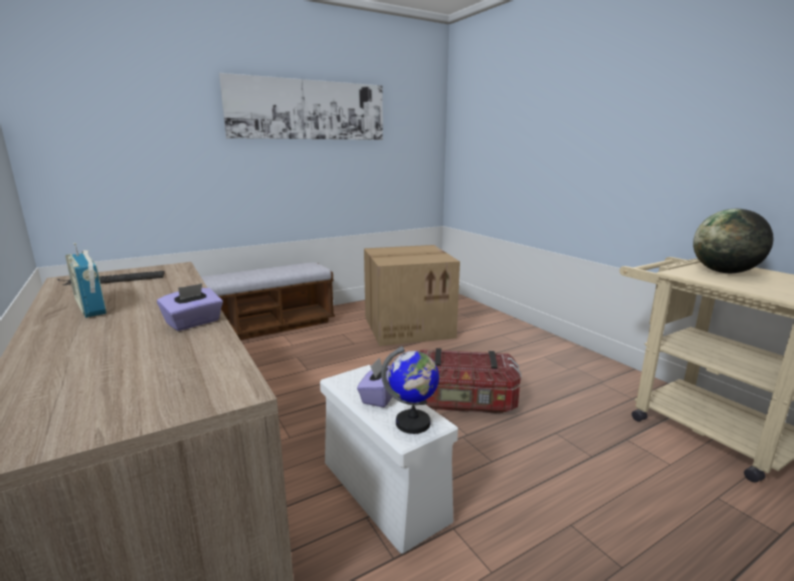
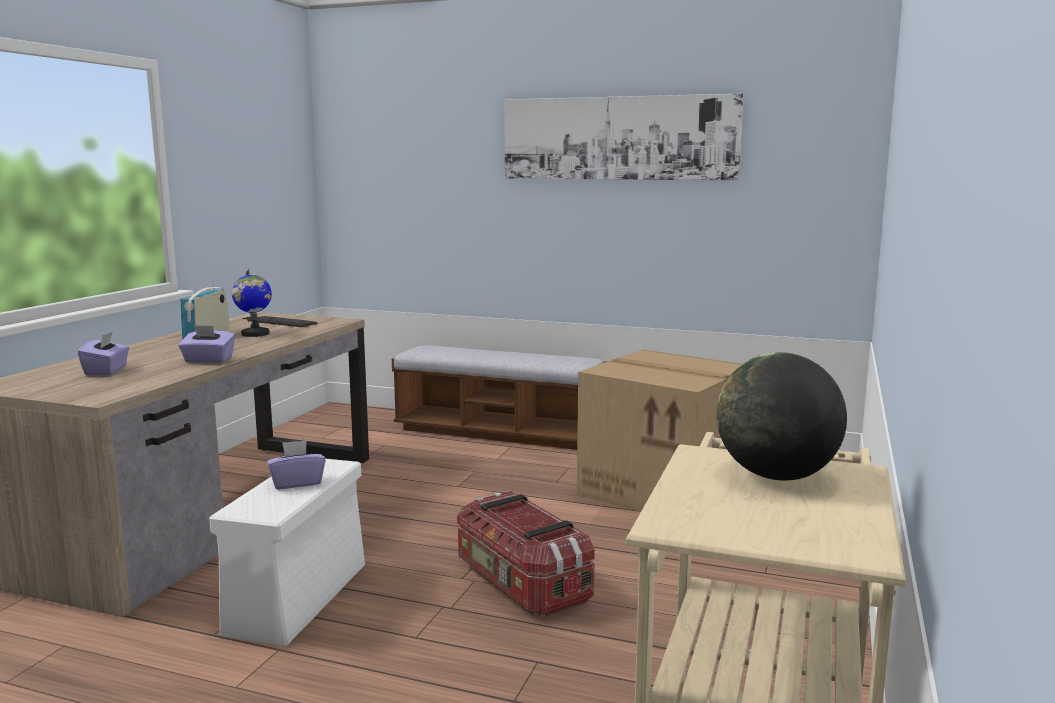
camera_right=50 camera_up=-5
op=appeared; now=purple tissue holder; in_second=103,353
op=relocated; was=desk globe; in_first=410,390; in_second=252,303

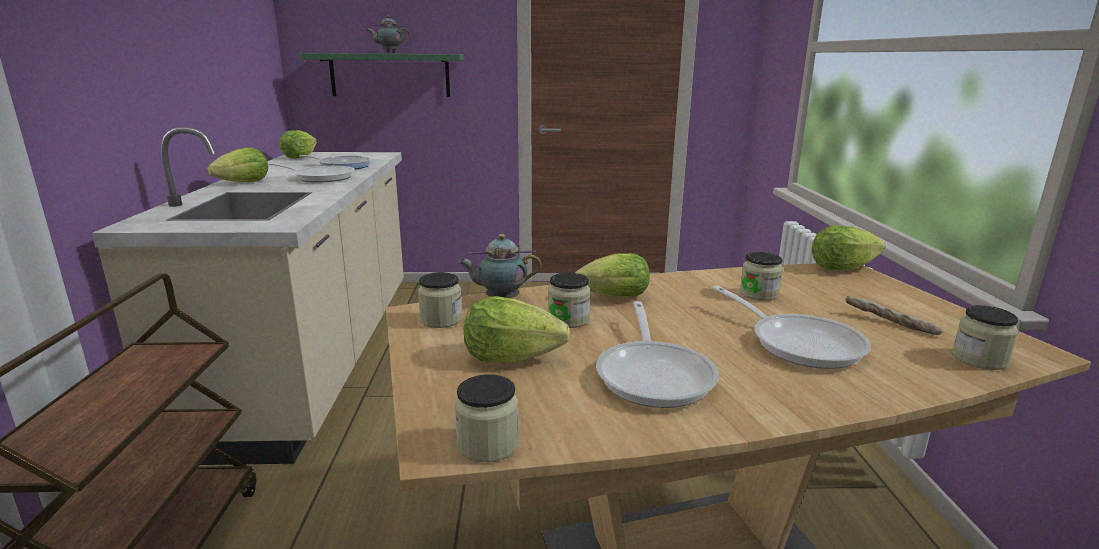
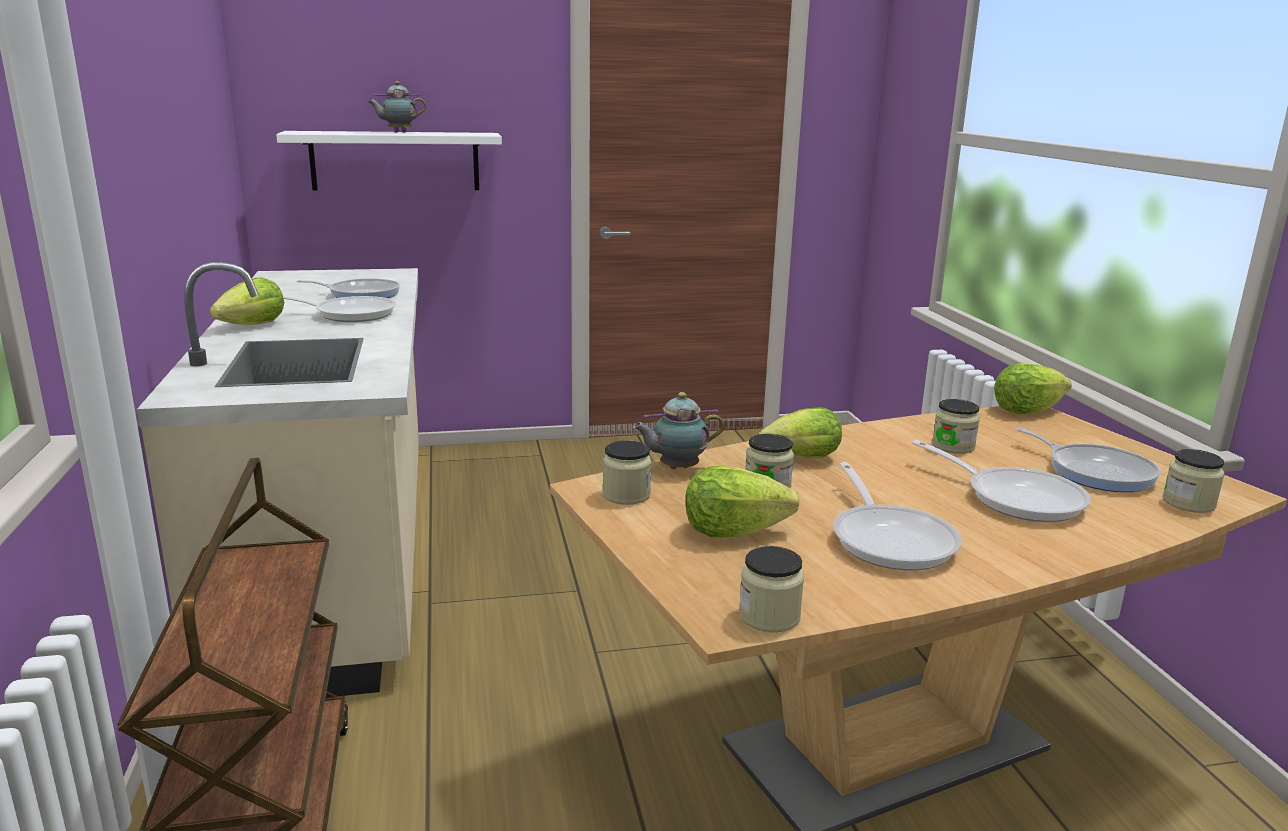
camera_right=-10 camera_up=0
op=missing; was=lettuce head; in_first=298,144
op=exchanged; was=baked bread; now=pan; in_first=893,315; in_second=1088,460
op=colour; was=green-coloured bracket shelf; now=white bracket shelf; in_first=382,75; in_second=389,161

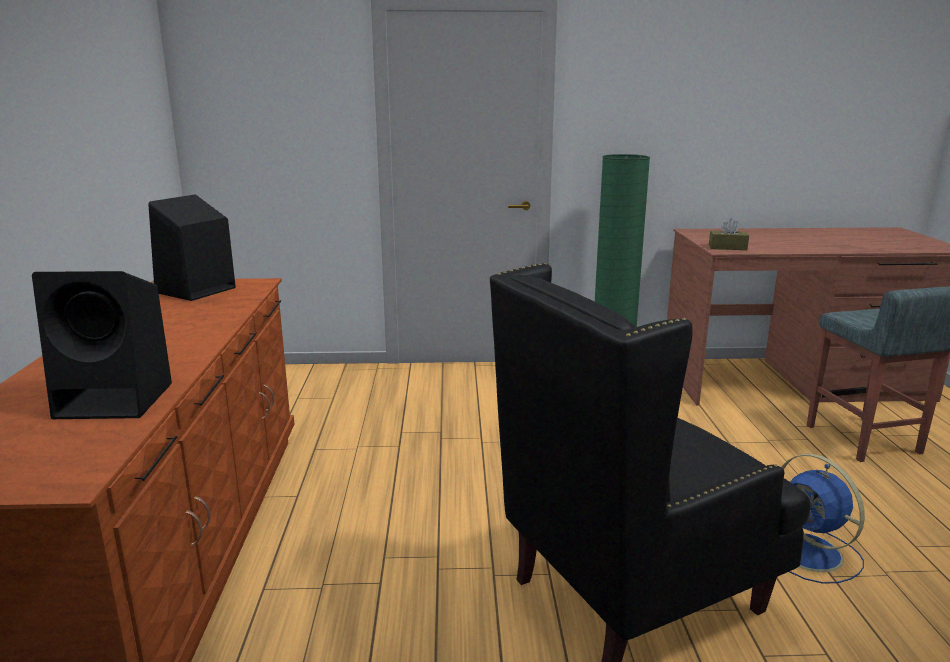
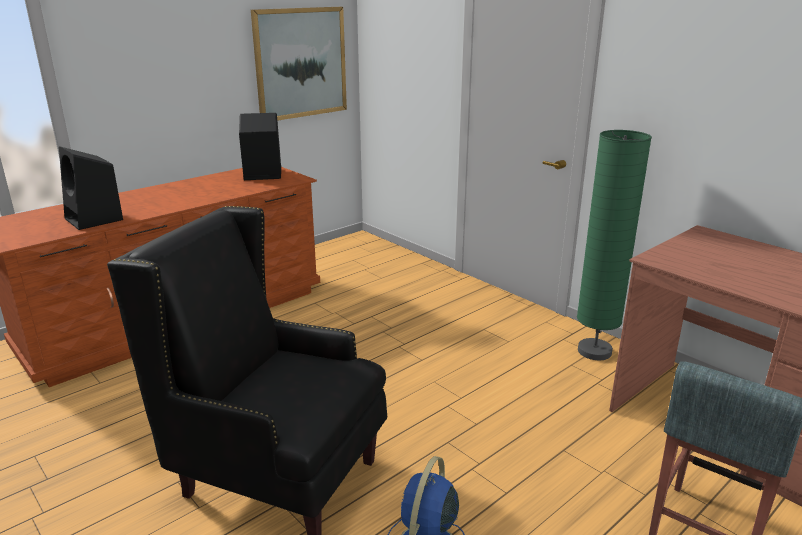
camera_right=50 camera_up=5
op=missing; was=brown-coloured tissue holder; in_first=729,234
op=appeared; now=wall art; in_second=299,64

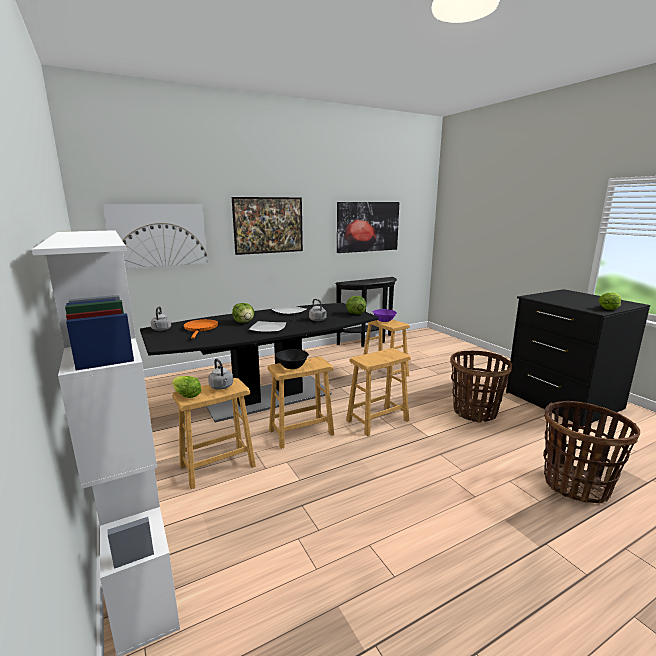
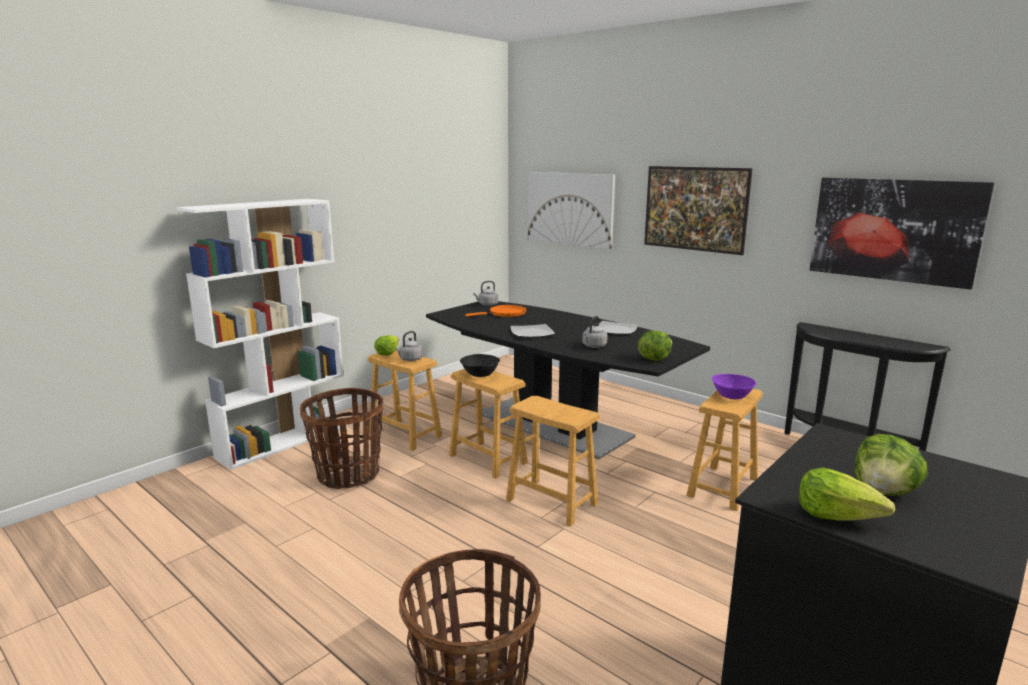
camera_right=70 camera_up=0
op=relocated; was=lettuce head; in_first=243,313; in_second=891,465
op=relocated; was=basket; in_first=481,387; in_second=342,438

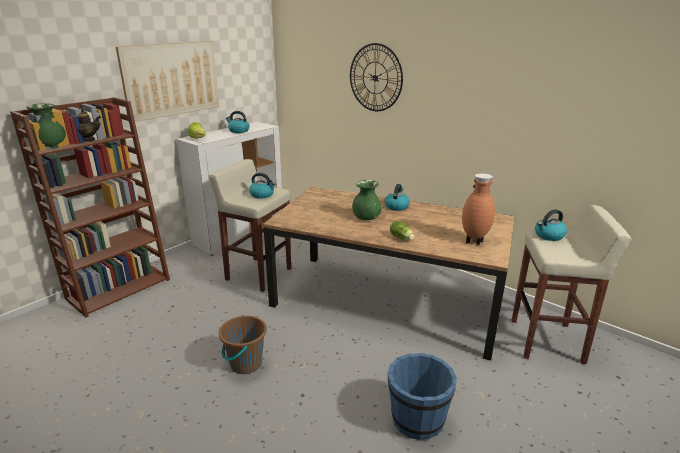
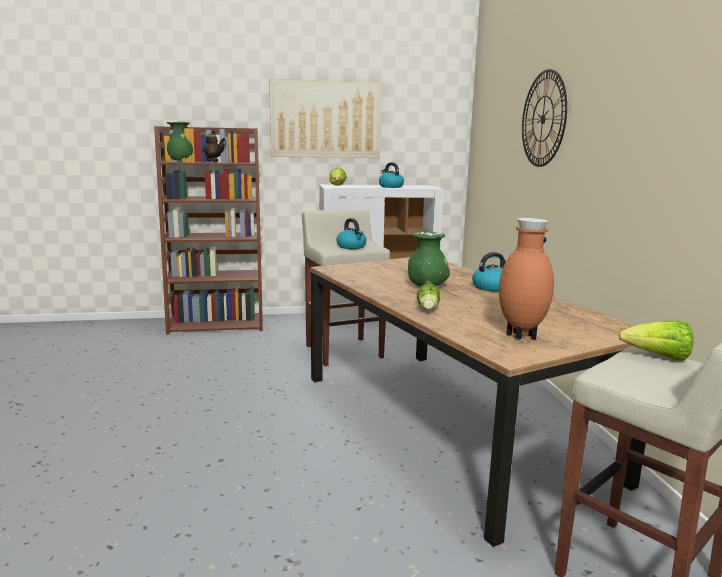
camera_right=40 camera_up=-10
op=missing; was=brown-coloured pail; in_first=243,344
op=missing; was=bluish pail; in_first=422,396
op=exchanged; was=water kettle; now=lettuce head; in_first=551,225; in_second=656,340

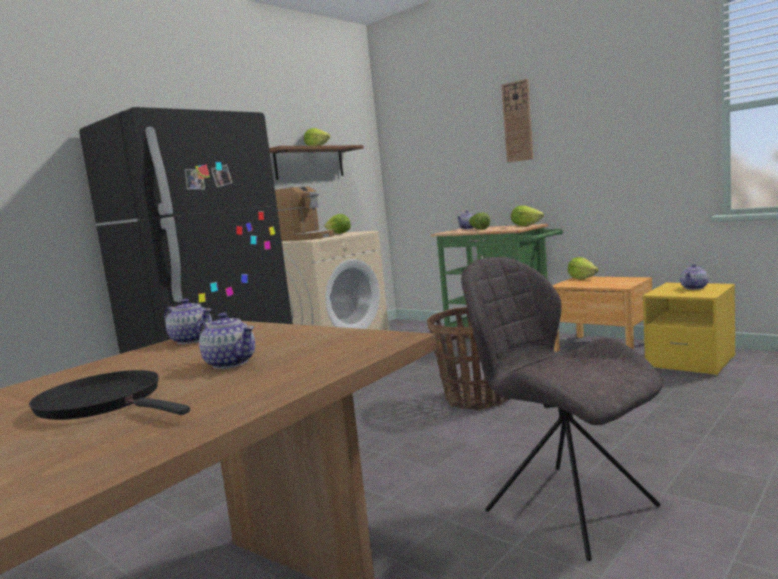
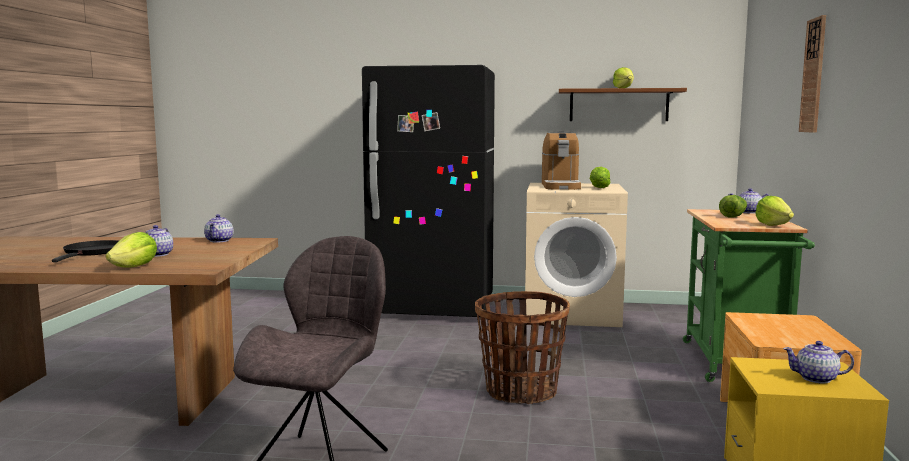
camera_right=55 camera_up=0
op=relocated; was=lettuce head; in_first=583,268; in_second=131,250

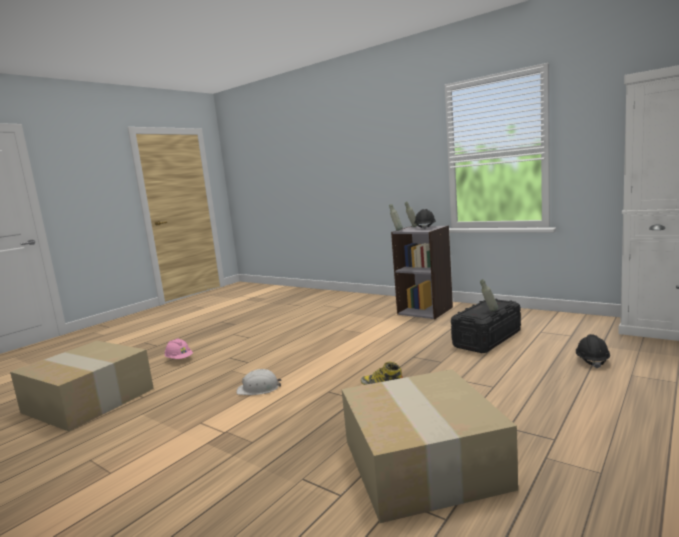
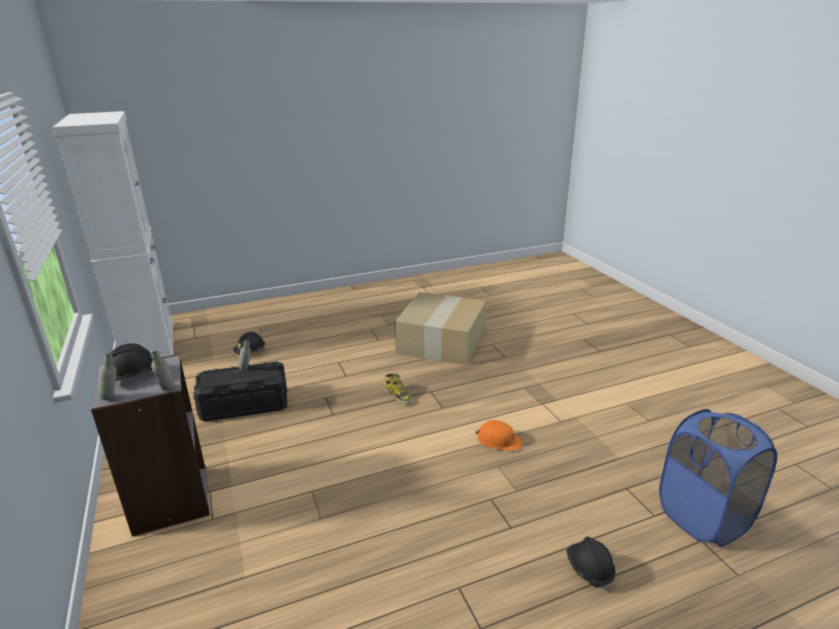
camera_right=-150 camera_up=15
op=exchanged; was=carton; now=bluish laundry basket; in_first=82,386; in_second=718,478
op=colour; was=pink hard hat; now=black-coloured hard hat; in_first=179,348; in_second=590,564
op=colour; was=white hard hat; now=orange-coloured hard hat; in_first=259,382; in_second=498,435

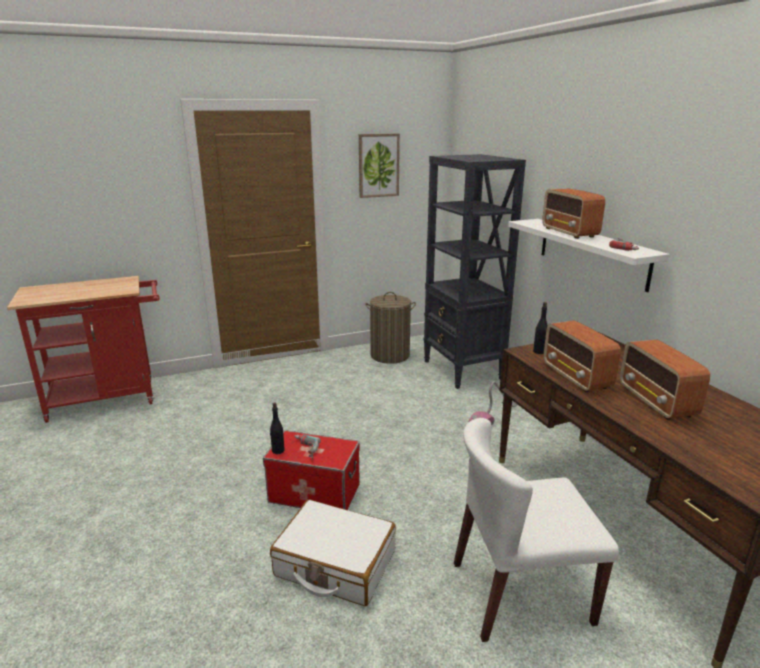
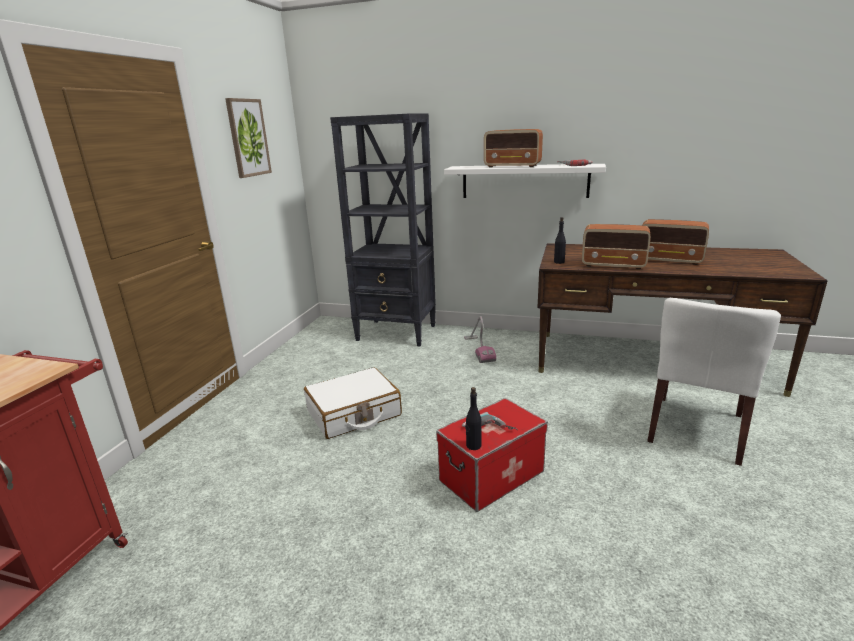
camera_right=-50 camera_up=0
op=missing; was=laundry basket; in_first=390,328
op=relocated; was=white suitcase; in_first=333,553; in_second=353,403

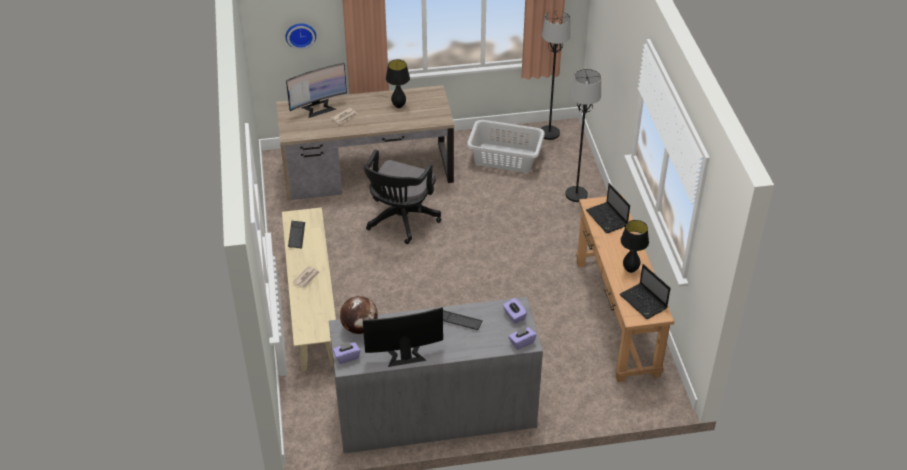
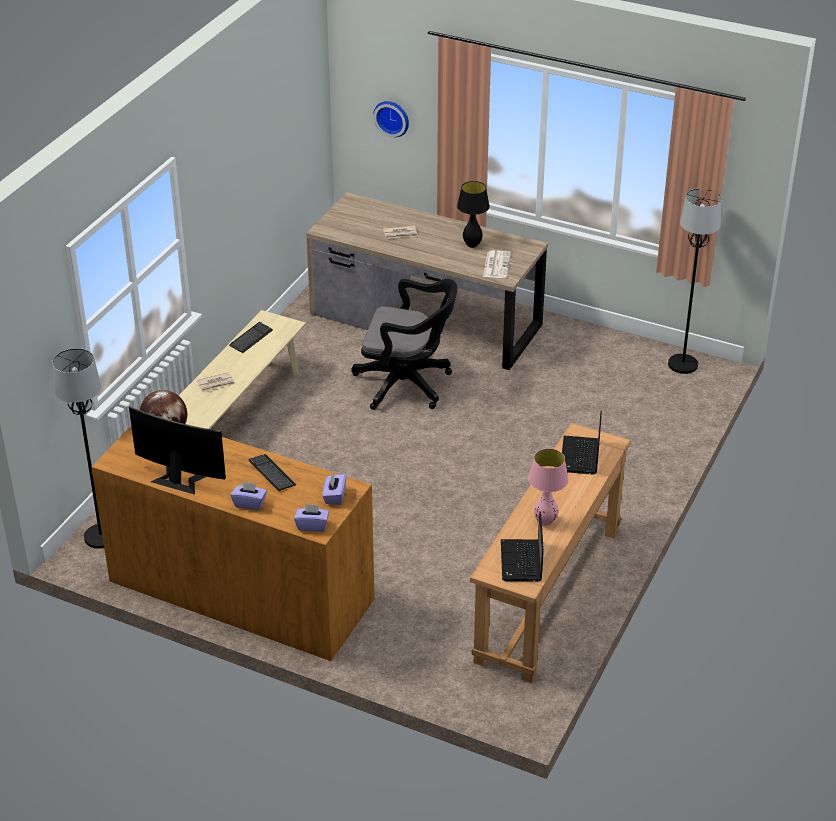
camera_right=35 camera_up=-5
op=missing; was=monitor; in_first=316,90
op=missing; was=grey laundry basket; in_first=506,146
op=appeared; now=printed paper; in_second=497,264
op=relocated; was=purple tissue holder; in_first=346,353; in_second=249,495
op=relocated; was=black-coloured standing lamp; in_first=583,135; in_second=78,448
op=colour; was=grey dresser; now=brown-coloured dresser; in_first=436,375; in_second=233,544
op=colour; was=black-coloured lamp for a table; now=pink lamp for a table; in_first=634,246; in_second=548,486
op=spun; was=black-coloured office chair; in_first=402,197; in_second=404,344; clockwise=-135

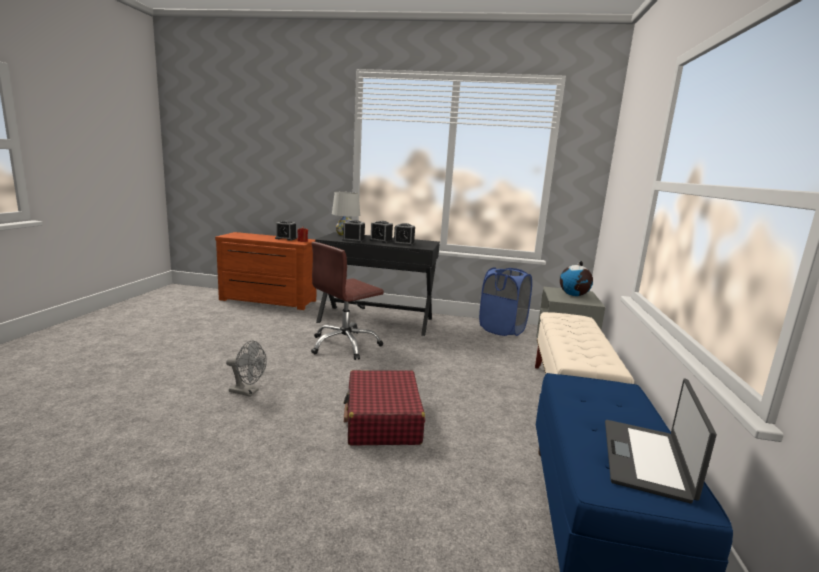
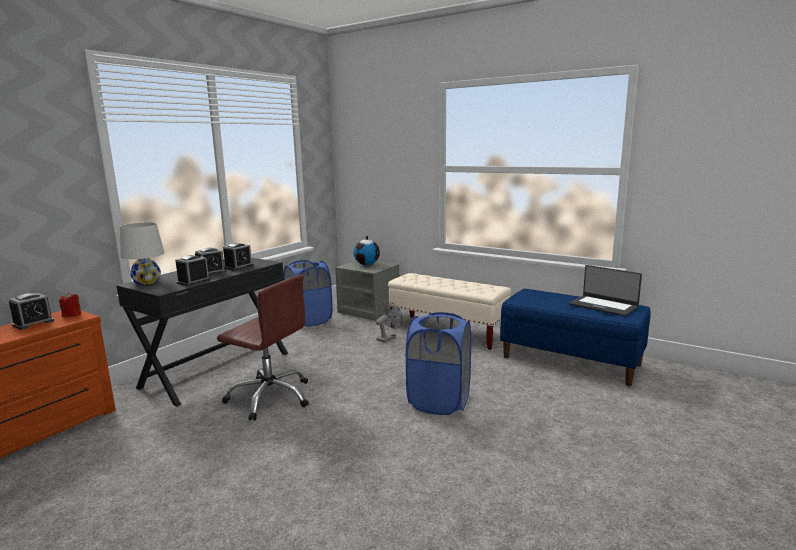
camera_right=-65 camera_up=0
op=relocated; was=grey electric fan; in_first=246,368; in_second=389,321
op=exchanged; was=red suitcase; now=bluish laundry basket; in_first=384,408; in_second=438,363
op=spun; was=brown-coloured office chair; in_first=347,301; in_second=263,348; clockwise=-45

